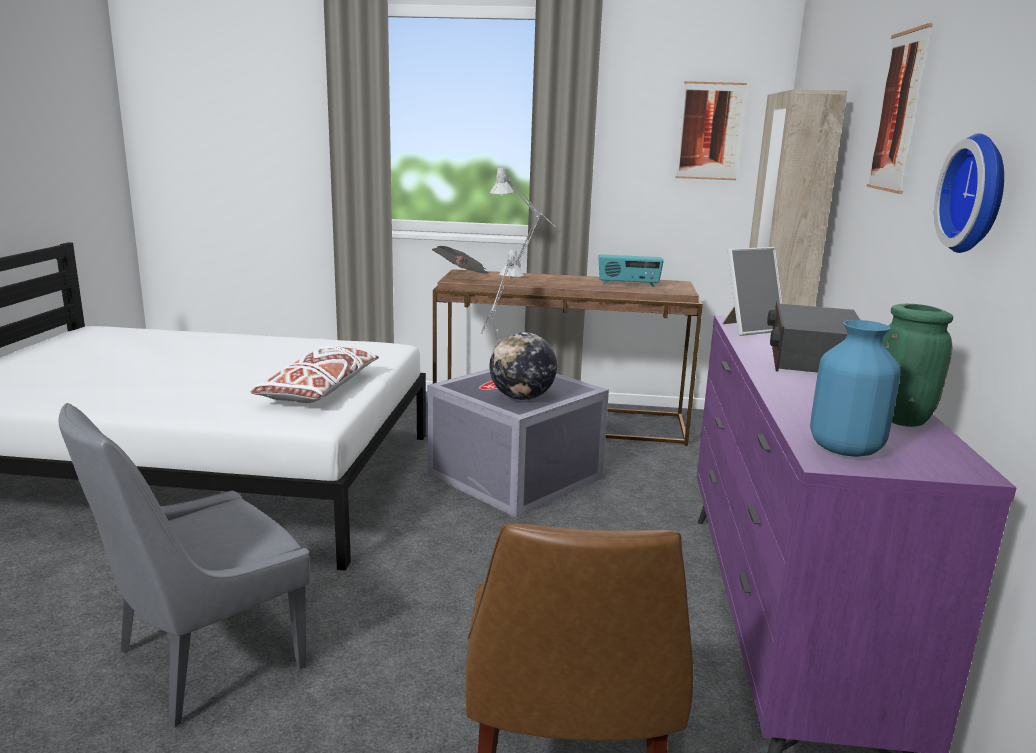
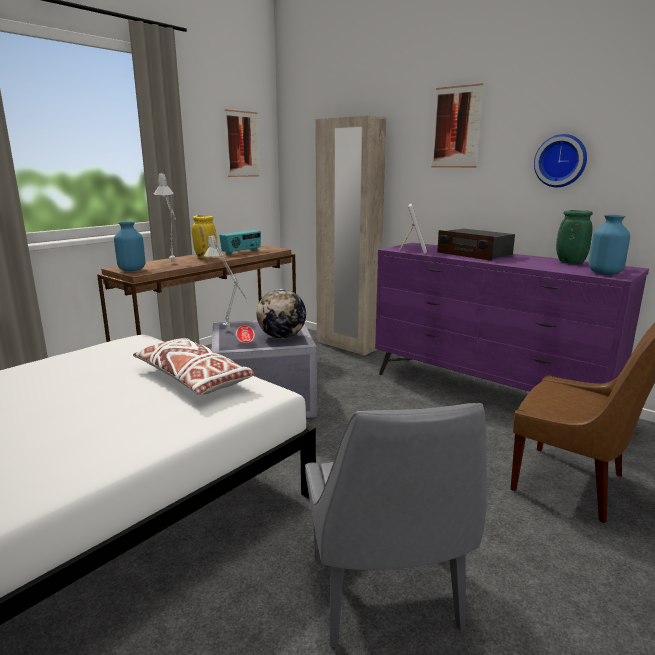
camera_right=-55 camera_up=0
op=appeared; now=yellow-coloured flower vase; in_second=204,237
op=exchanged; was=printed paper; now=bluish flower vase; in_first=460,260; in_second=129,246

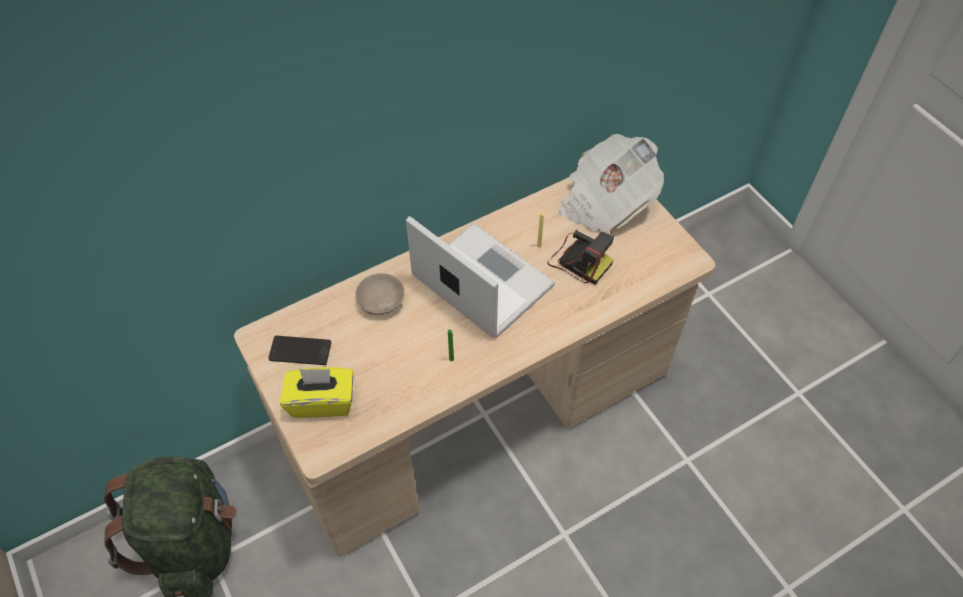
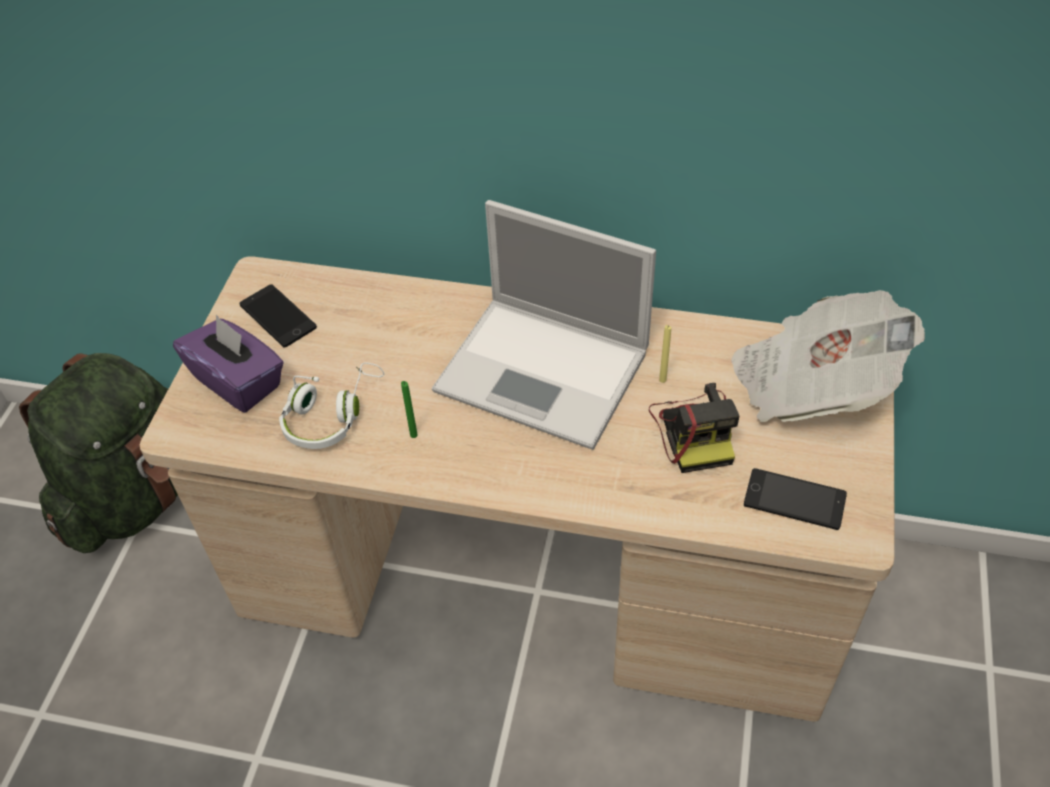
camera_right=45 camera_up=-5
op=missing; was=beige-coloured deep dish; in_first=380,294
op=appeared; now=white headset; in_second=331,405
op=appeared; now=phone; in_second=795,499
op=colour; was=yellow-coloured tissue holder; now=purple tissue holder; in_first=317,392; in_second=228,363
op=spun; was=notebook computer; in_first=480,277; in_second=544,325; clockwise=120

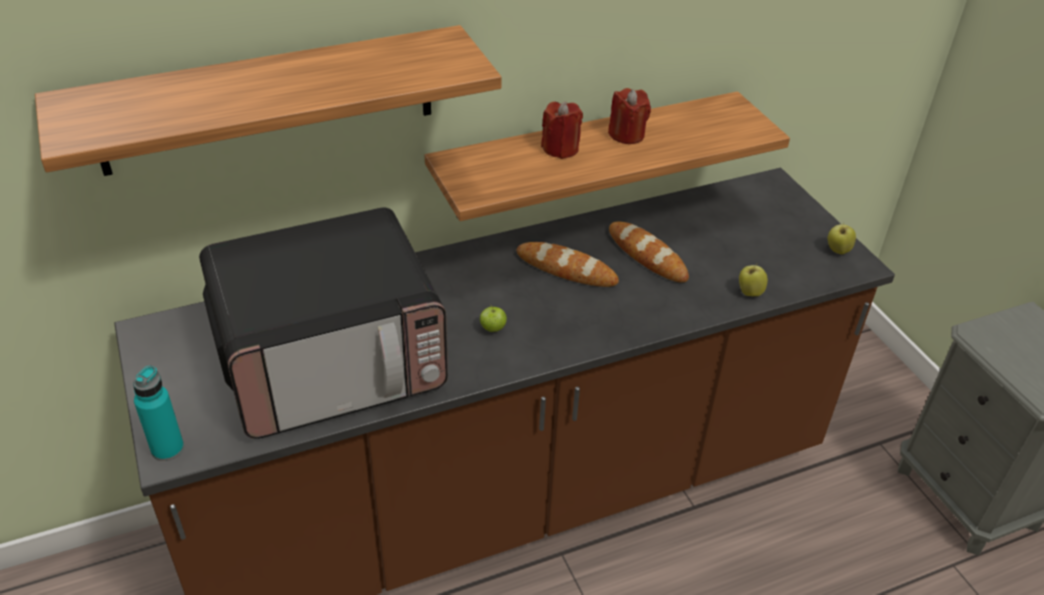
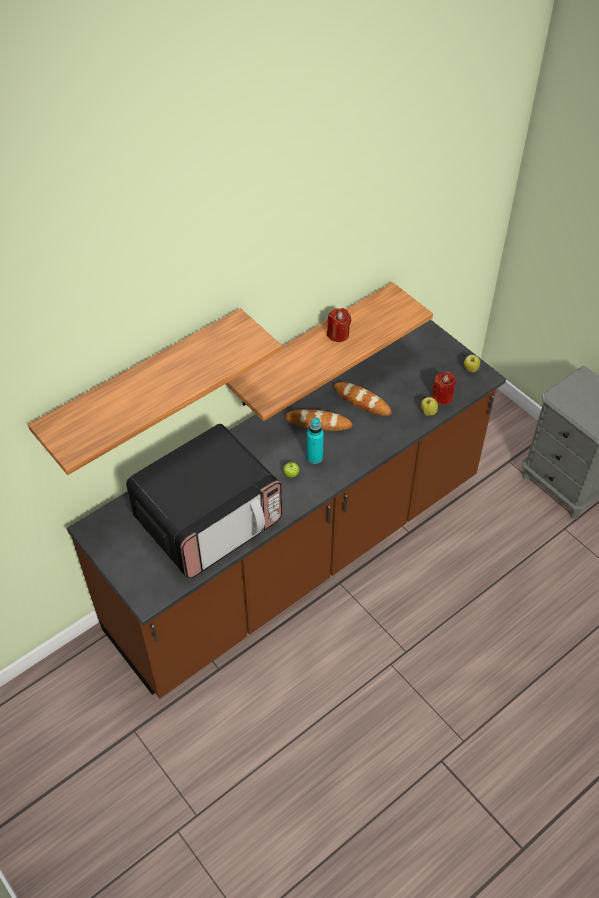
camera_right=-15 camera_up=10
op=relocated; was=blue-green bottle; in_first=158,413; in_second=315,440
op=relocated; was=red candle; in_first=562,130; in_second=444,388

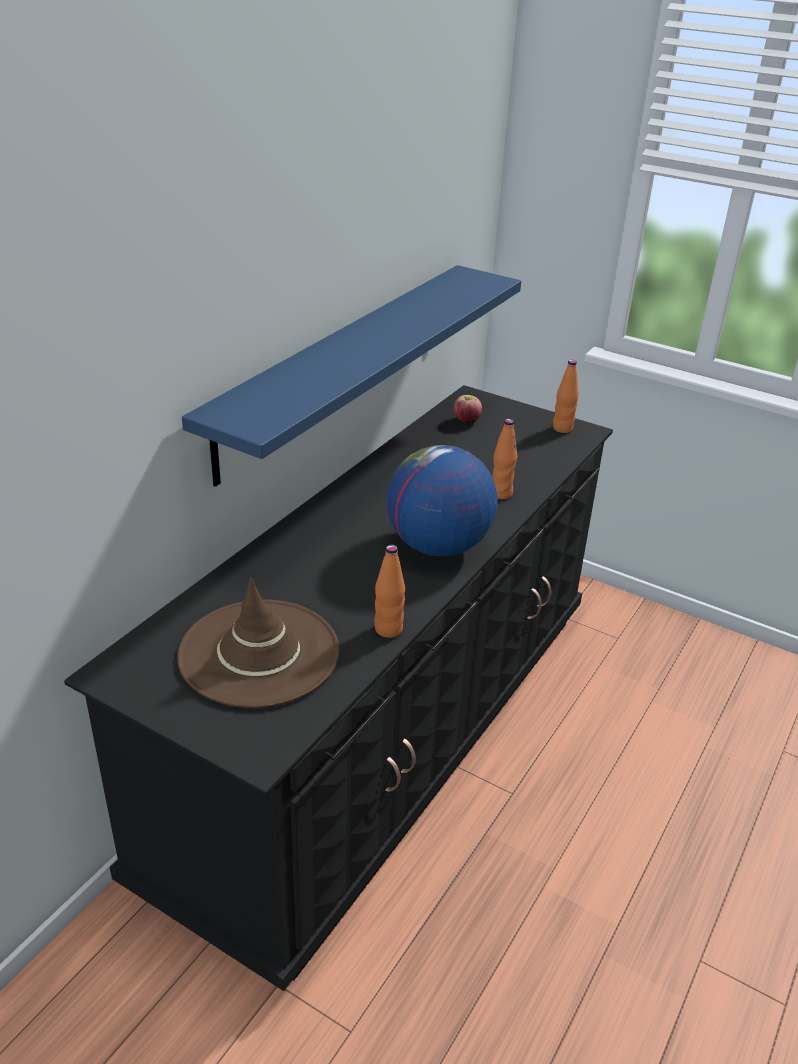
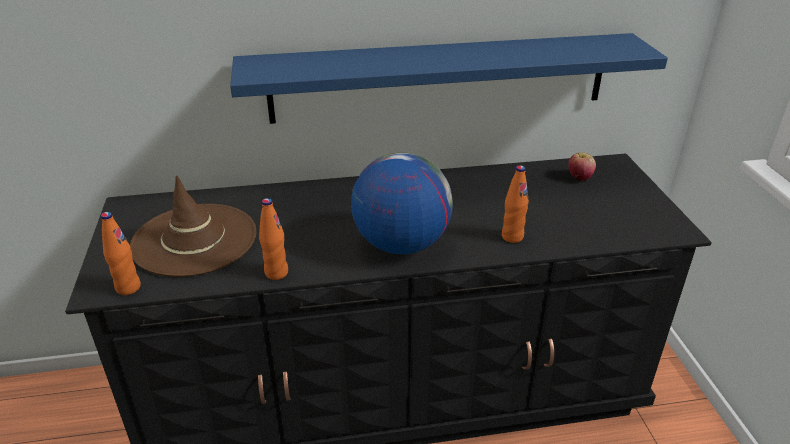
camera_right=50 camera_up=0
op=relocated; was=orange-coloured bottle; in_first=566,396; in_second=121,253

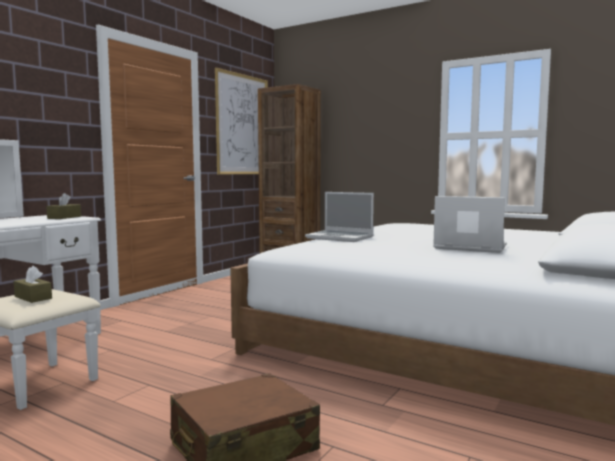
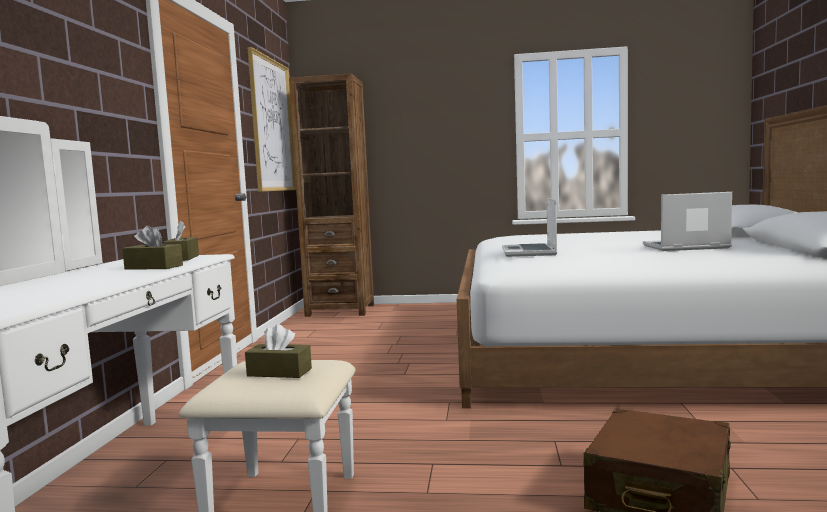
camera_right=-25 camera_up=0
op=appeared; now=brown-coloured tissue holder; in_second=152,247
op=spun; was=notebook computer; in_first=339,217; in_second=529,227; clockwise=90

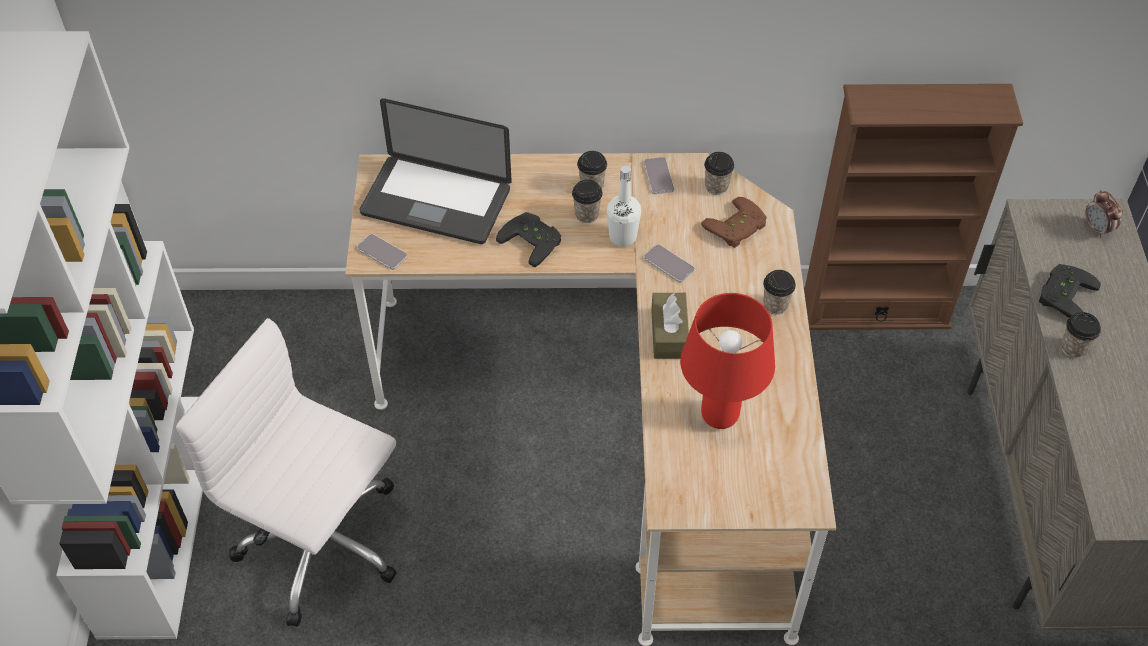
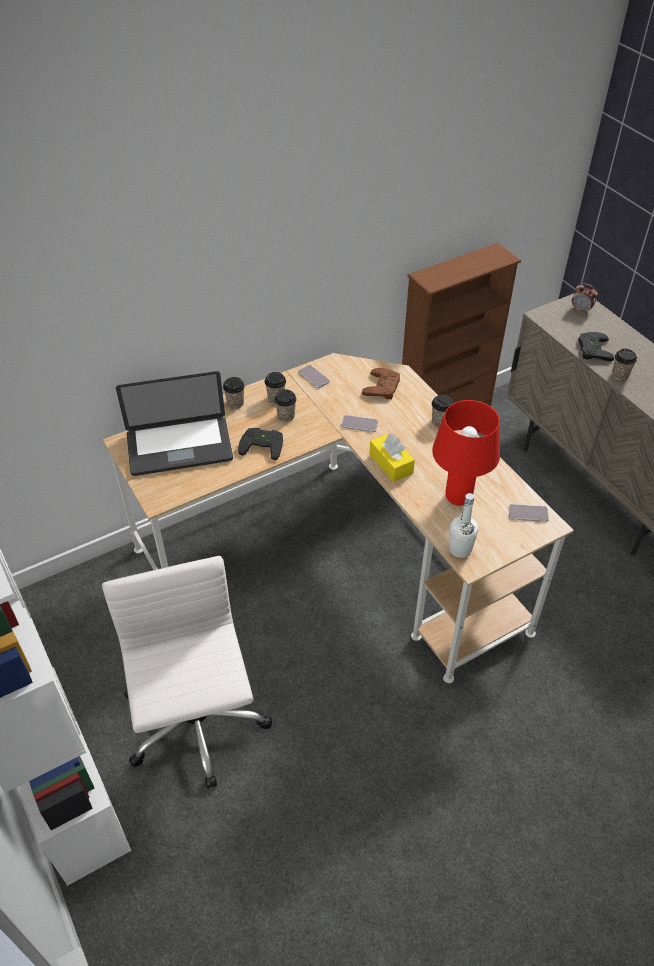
camera_right=-30 camera_up=-5
op=relocated; was=phone; in_first=382,252; in_second=529,513
op=relocated; was=white bottle; in_first=624,206; in_second=463,525
op=relocated; was=cup; in_first=719,173; in_second=234,393
op=colour; was=brown-coloured tissue holder; now=yellow-coloured tissue holder; in_first=670,326; in_second=392,457
op=spun; was=white office chair; in_first=286,472; in_second=187,672; clockwise=75

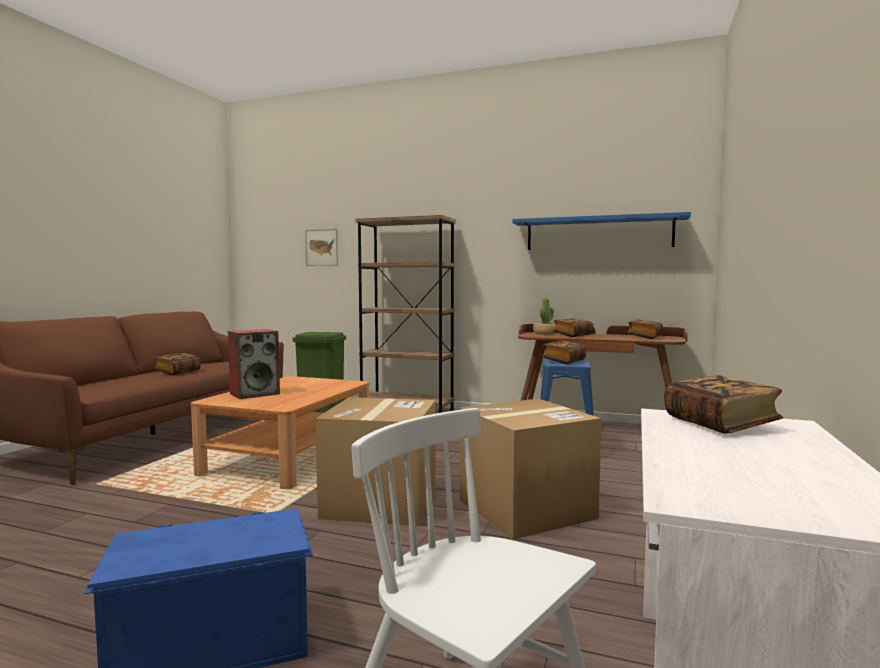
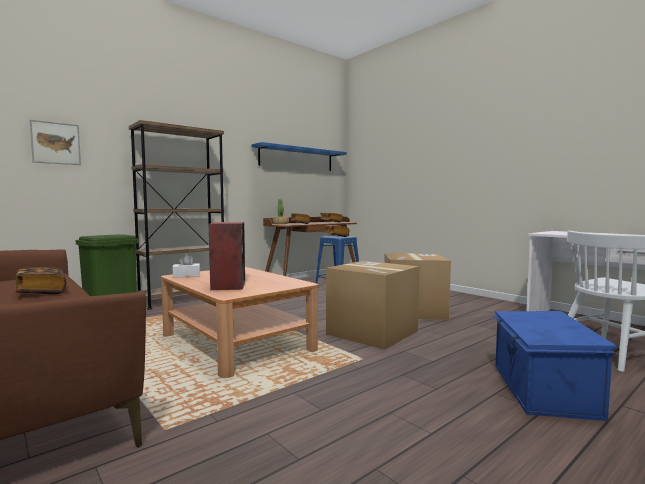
camera_right=-60 camera_up=0
op=missing; was=bound book; in_first=723,404
op=appeared; now=white tissue holder; in_second=186,266

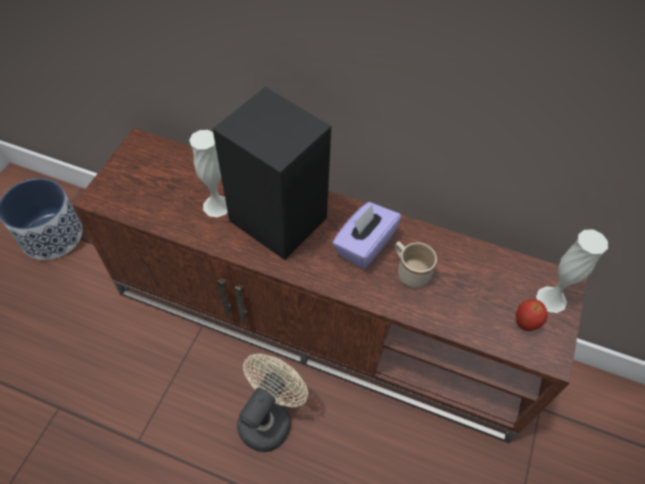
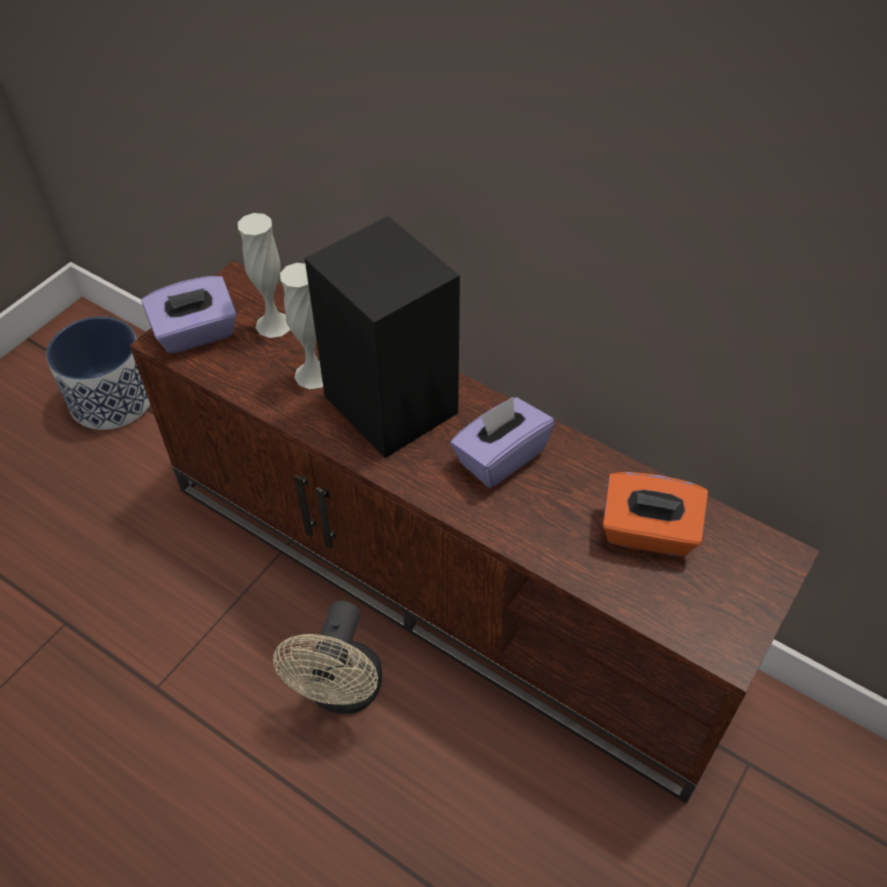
camera_right=15 camera_up=-5
op=missing; was=beige-coloured coffee mug; in_first=416,264
op=missing; was=whole apple; in_first=531,315
op=appeared; now=purple tissue holder; in_second=189,315
op=appeared; now=orange-coloured tissue holder; in_second=655,514
op=relocated; was=white flower vase; in_first=572,271; in_second=264,275
op=spun; was=beige-coloured electric fan; in_first=272,403; in_second=327,657; clockwise=150

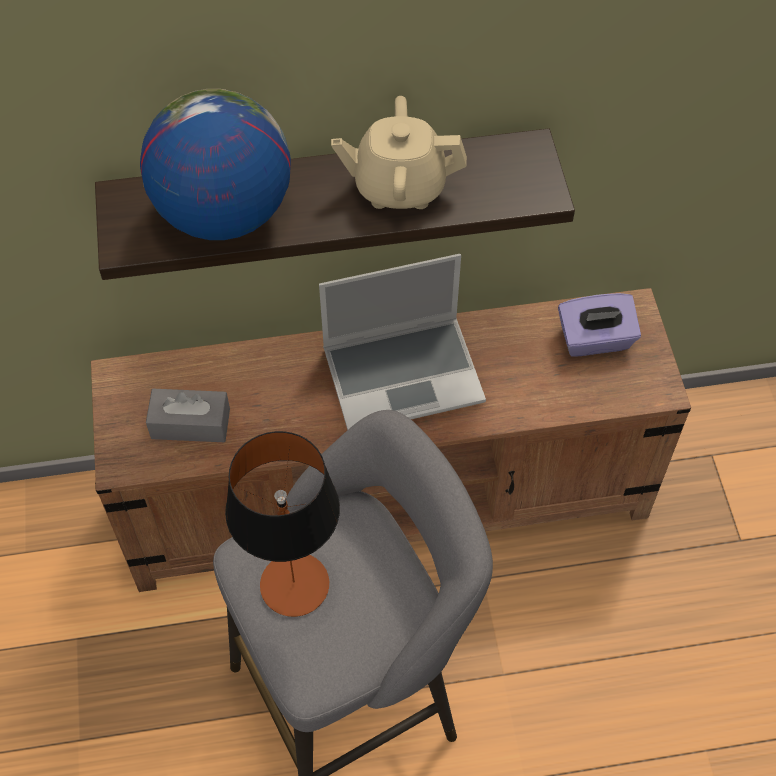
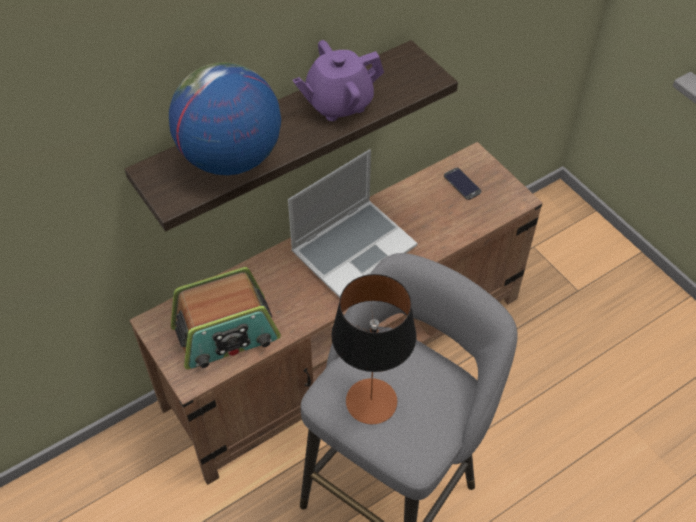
camera_right=-25 camera_up=-5
op=exchanged; was=grey tissue holder; now=radio receiver; in_first=188,415; in_second=226,318
op=exchanged; was=purple tissue holder; now=phone; in_first=599,325; in_second=462,184
op=colour; was=beige-coloured teapot; now=purple teapot; in_first=399,152; in_second=338,80

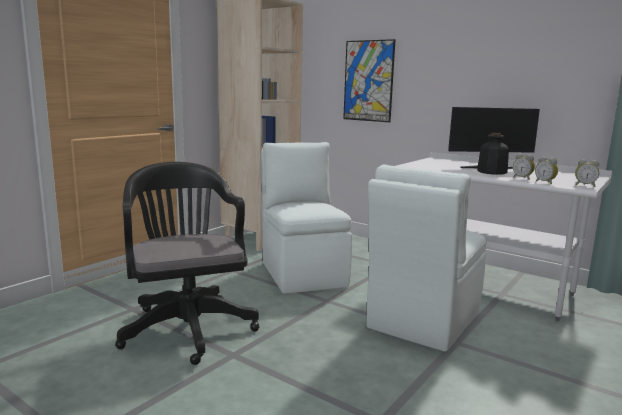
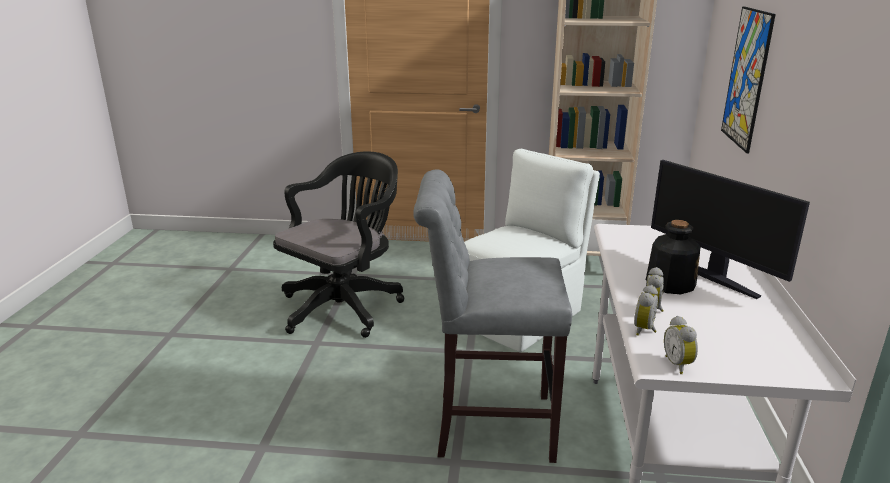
camera_right=60 camera_up=10
op=exchanged; was=white chair; now=grey stool; in_first=426,258; in_second=493,316

